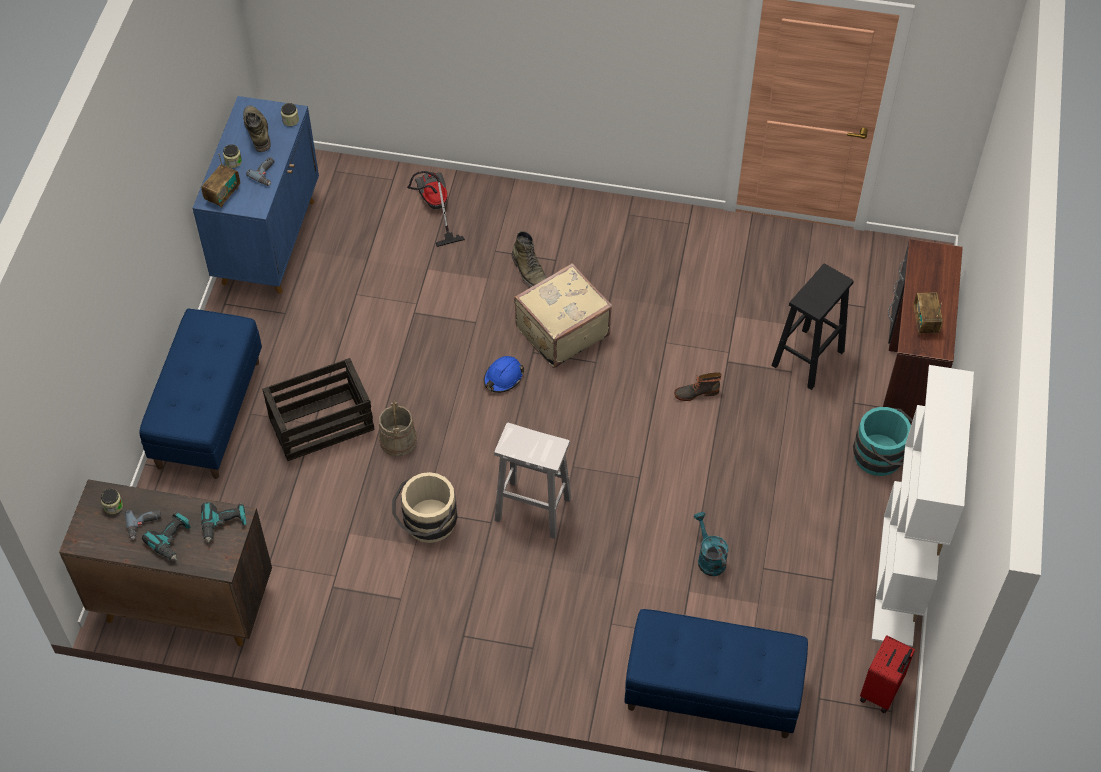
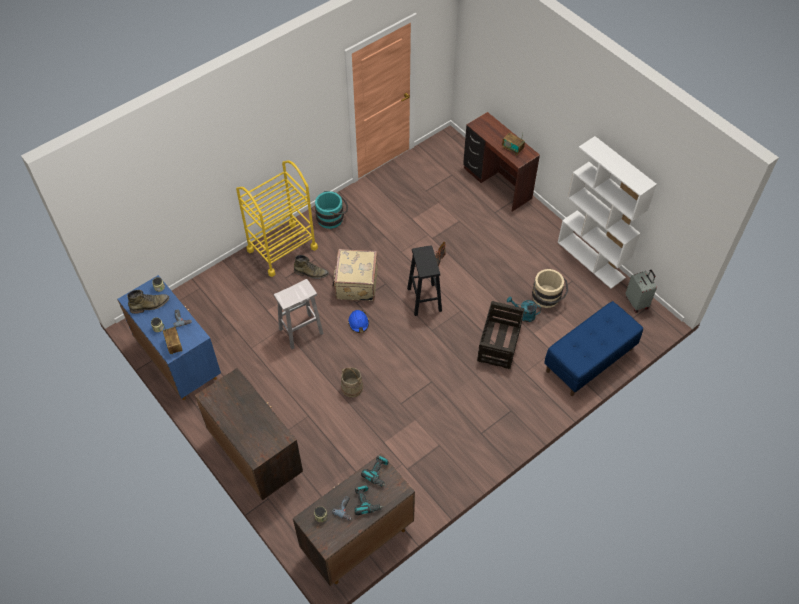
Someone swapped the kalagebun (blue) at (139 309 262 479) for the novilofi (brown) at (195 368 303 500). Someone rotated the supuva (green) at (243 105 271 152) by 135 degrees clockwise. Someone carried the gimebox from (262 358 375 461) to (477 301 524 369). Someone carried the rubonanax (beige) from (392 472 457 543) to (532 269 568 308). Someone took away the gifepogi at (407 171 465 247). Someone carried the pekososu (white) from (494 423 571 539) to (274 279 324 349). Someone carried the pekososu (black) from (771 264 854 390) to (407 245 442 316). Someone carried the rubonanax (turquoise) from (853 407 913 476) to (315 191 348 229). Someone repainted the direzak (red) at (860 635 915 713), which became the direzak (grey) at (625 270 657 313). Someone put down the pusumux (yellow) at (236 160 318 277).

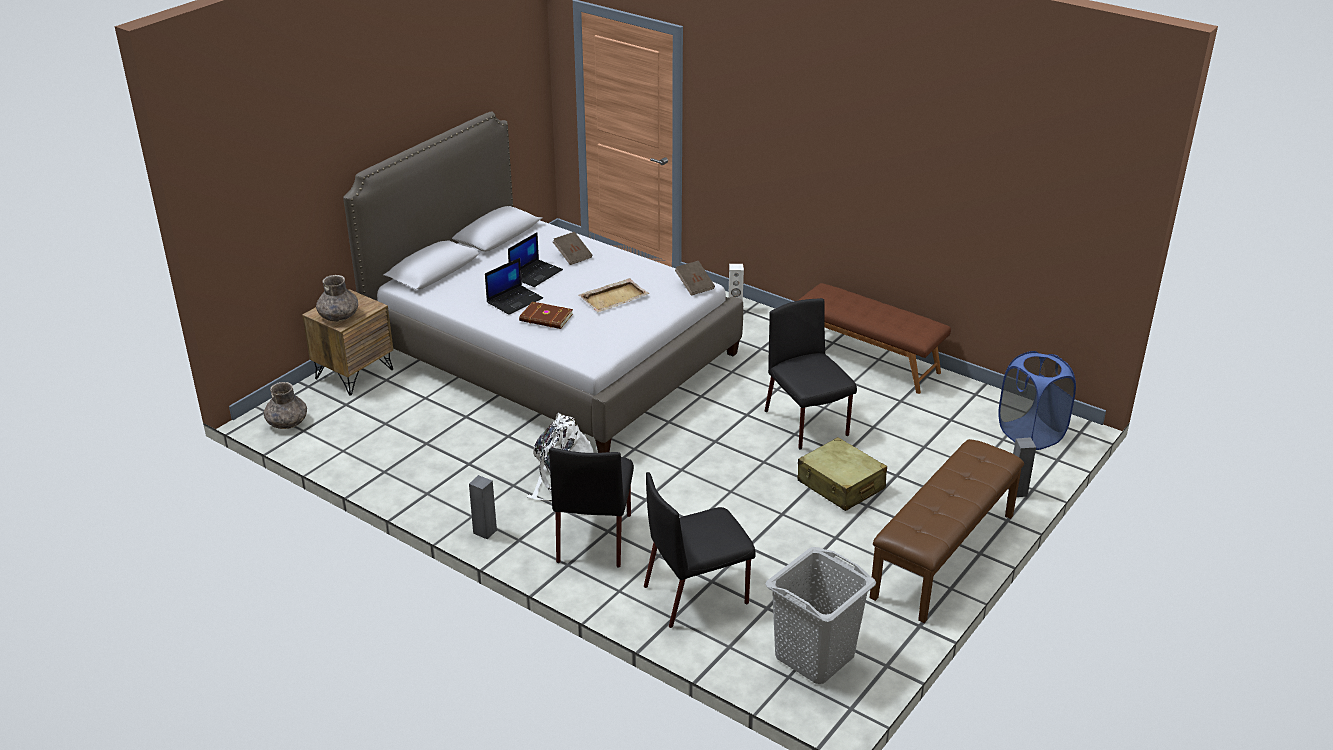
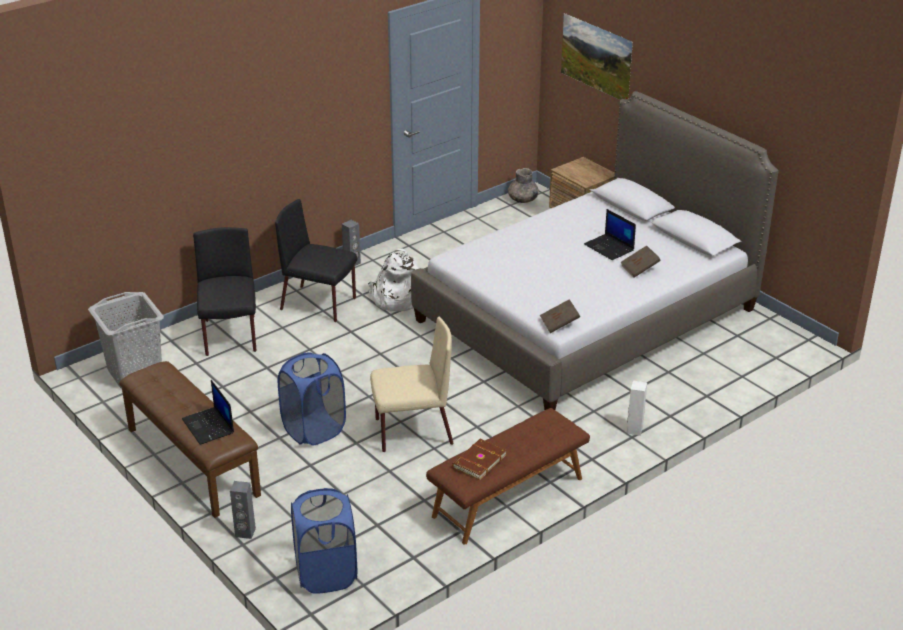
Someone took away the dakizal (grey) at (316 275 358 322). Someone carried the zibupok from (485 258 543 315) to (182 380 234 445). Someone carried the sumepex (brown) from (519 302 573 329) to (452 439 507 480). Someone took away the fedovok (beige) at (579 278 649 313). Someone repainted the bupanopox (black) at (765 298 857 450), which became the bupanopox (beige) at (370 317 454 452). Someone swapped the direzak (beige) at (798 437 887 511) for the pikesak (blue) at (278 352 346 445). Someone put up the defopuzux at (561 13 633 100).

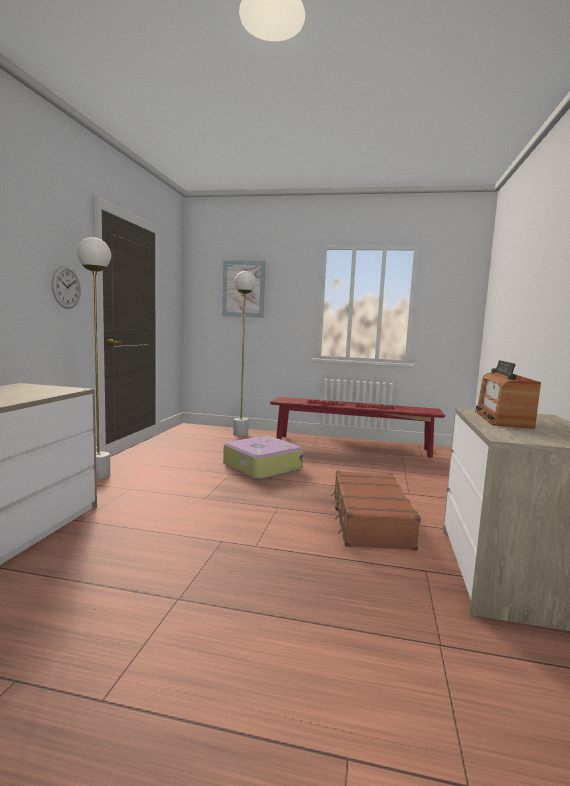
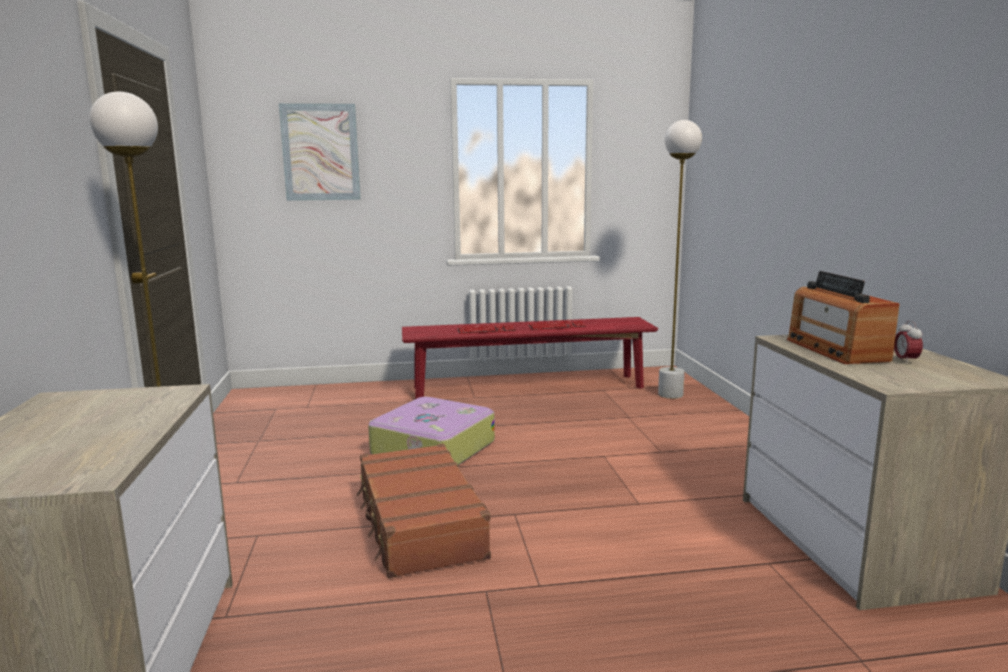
Someone took away the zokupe at (51 266 81 309). Someone carried the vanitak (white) from (233 271 256 436) to (658 120 702 399). Someone carried the direzak (brown) from (331 471 421 551) to (356 444 491 578). Someone put down the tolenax at (894 320 923 364).

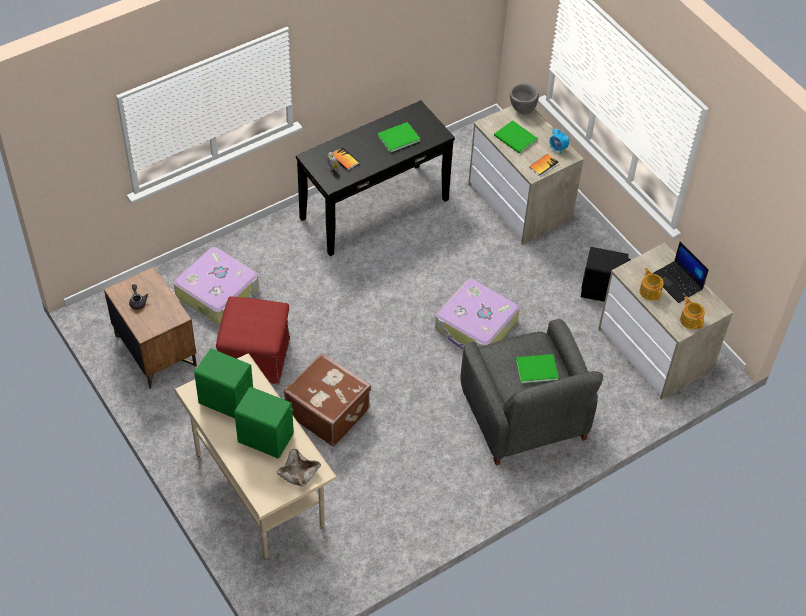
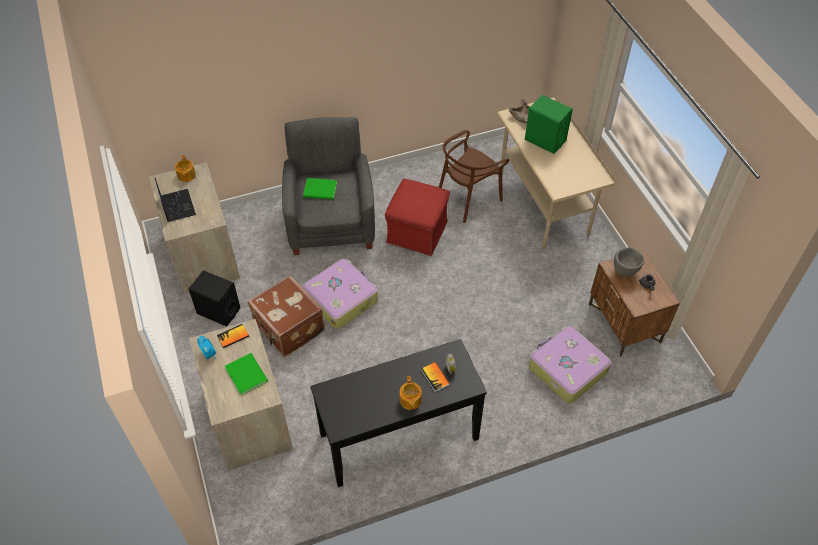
Someone took away the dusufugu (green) at (194 348 253 418). Someone carried the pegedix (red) from (216 296 290 384) to (385 179 450 256). Someone carried the direzak (brown) from (283 353 371 446) to (248 275 325 357). Someone took away the sumepex (green) at (377 122 420 153). Someone carried the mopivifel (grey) from (510 83 539 115) to (614 247 644 277). Someone carried the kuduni from (639 268 664 300) to (400 376 422 410). Someone put down the bupanopox (brown) at (439 130 509 223).

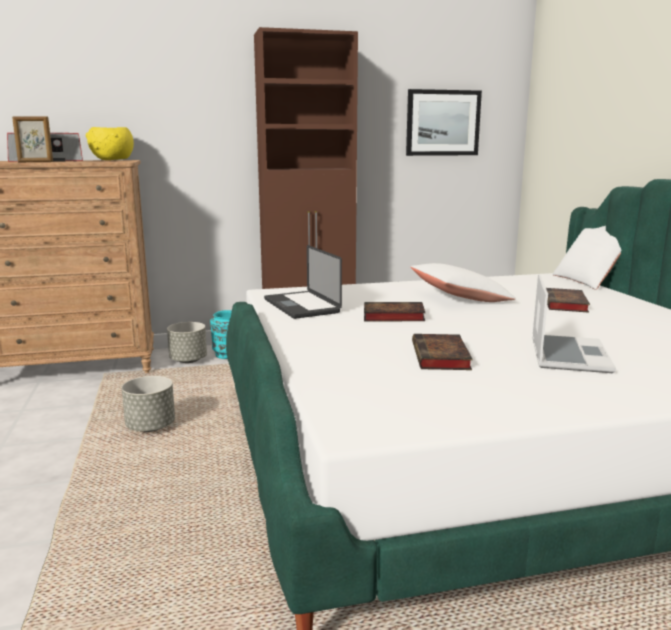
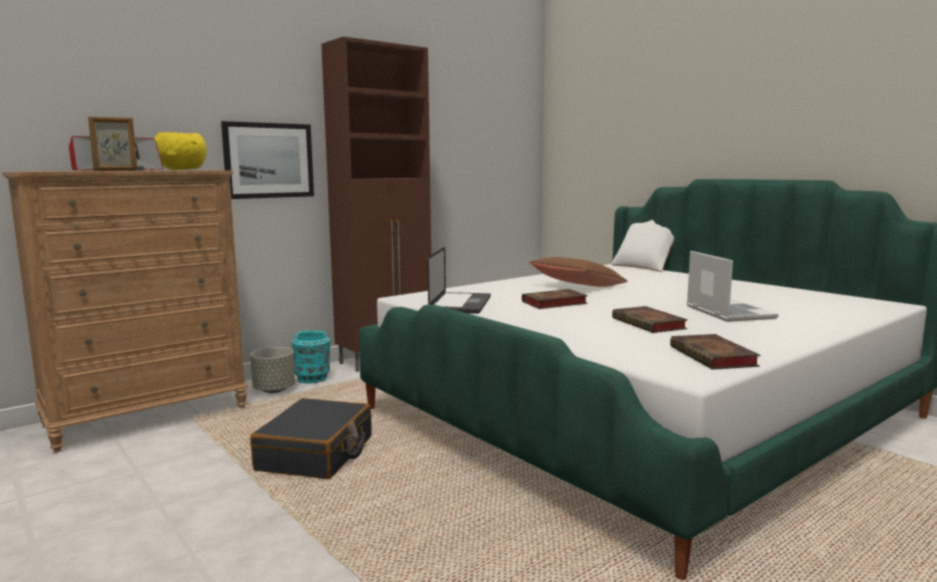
Someone swapped the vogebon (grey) at (122 376 175 432) for the direzak (black) at (250 398 372 479). Someone rotated the zibupok at (264 245 342 319) by 120 degrees counterclockwise. Someone carried the defopuzux from (406 89 482 156) to (221 121 314 199). Someone repainted the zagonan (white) at (411 263 516 302), which became the zagonan (brown) at (529 257 628 287). Someone carried the sumepex from (546 288 590 313) to (670 334 761 370).

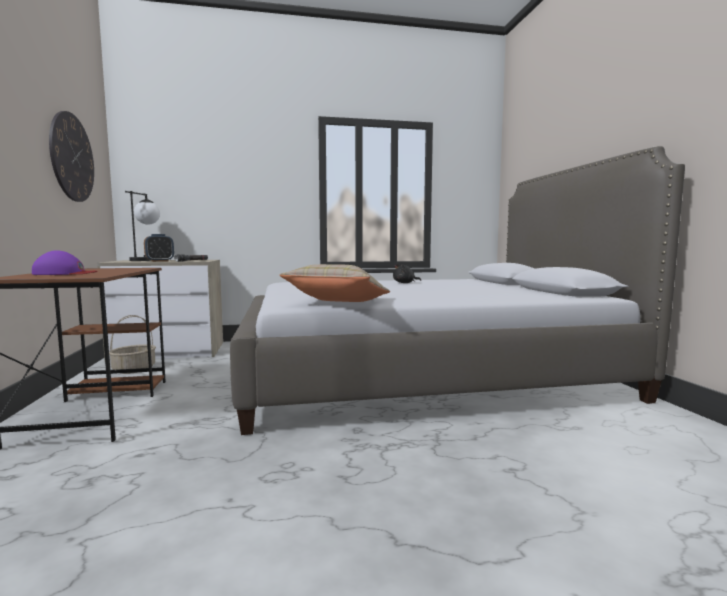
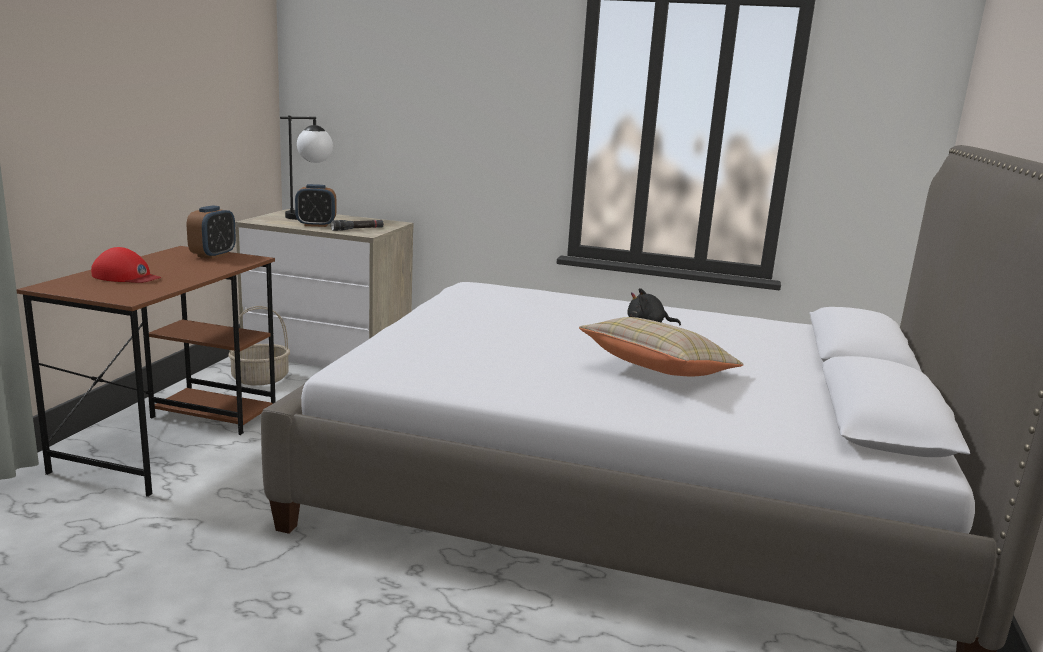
Someone repainted the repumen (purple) at (32 250 98 275), which became the repumen (red) at (91 247 161 283). Someone took away the zokupe at (49 111 94 202). Someone carried the zagonan (beige) from (280 264 390 302) to (579 317 744 376). Someone put down the tolenax at (187 205 236 259).

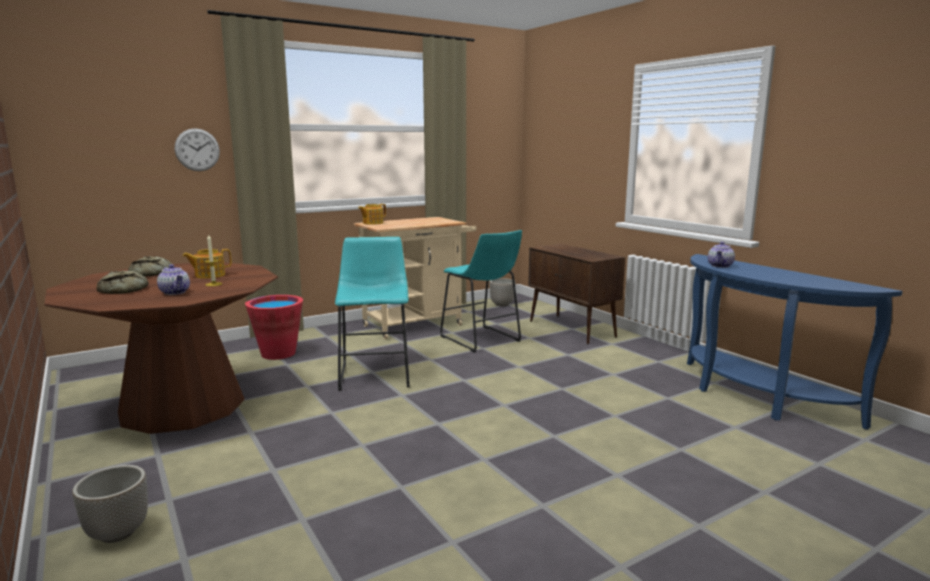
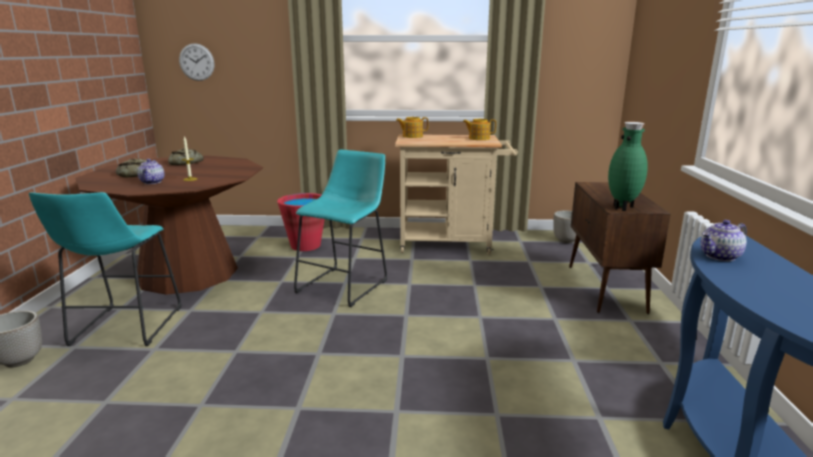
Someone carried the zokupe from (175 128 220 171) to (179 43 214 81). Someone carried the kuduni from (182 249 231 279) to (463 119 496 140). Someone carried the pekososu (turquoise) from (440 230 522 353) to (29 192 182 346). Someone put down the dakizal (green) at (608 122 648 211).

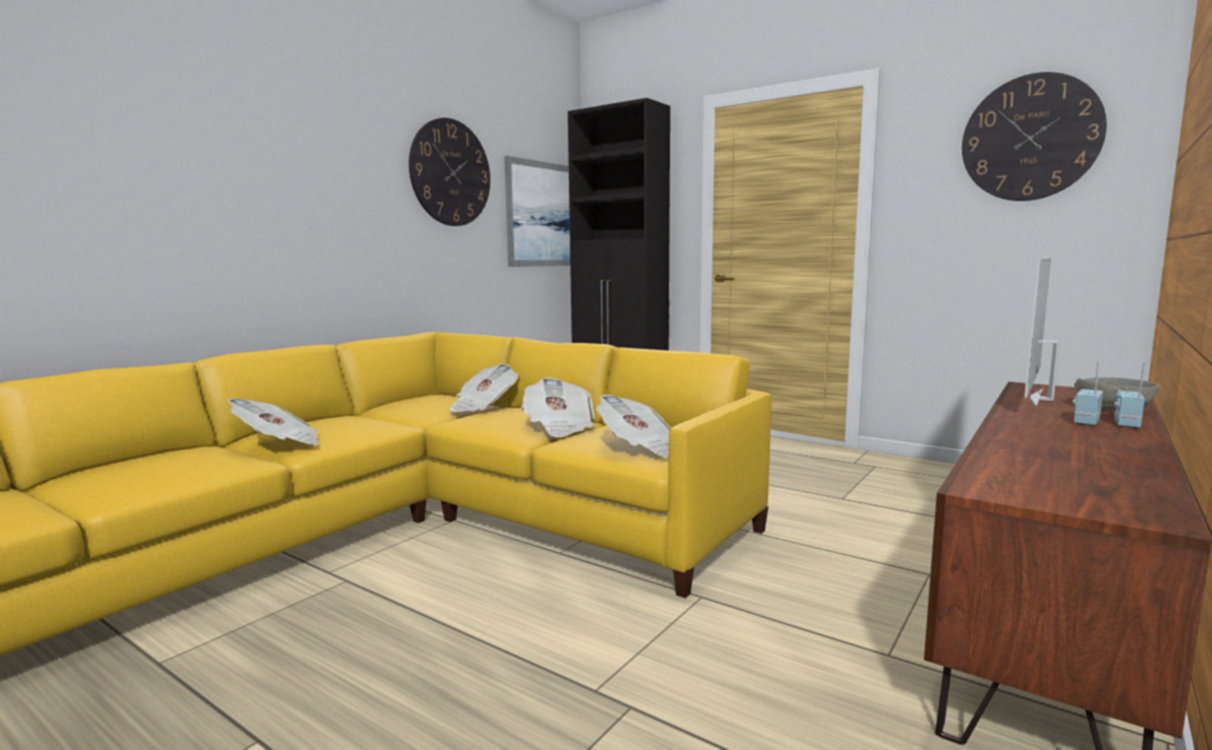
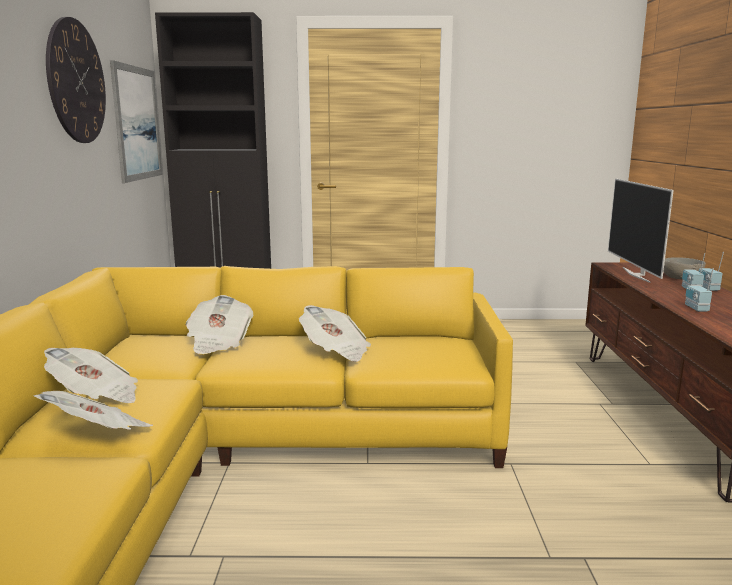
Someone carried the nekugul from (596 395 671 458) to (44 348 138 403). Someone took away the zokupe at (962 72 1107 201). Someone put down the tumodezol at (685 268 714 312).

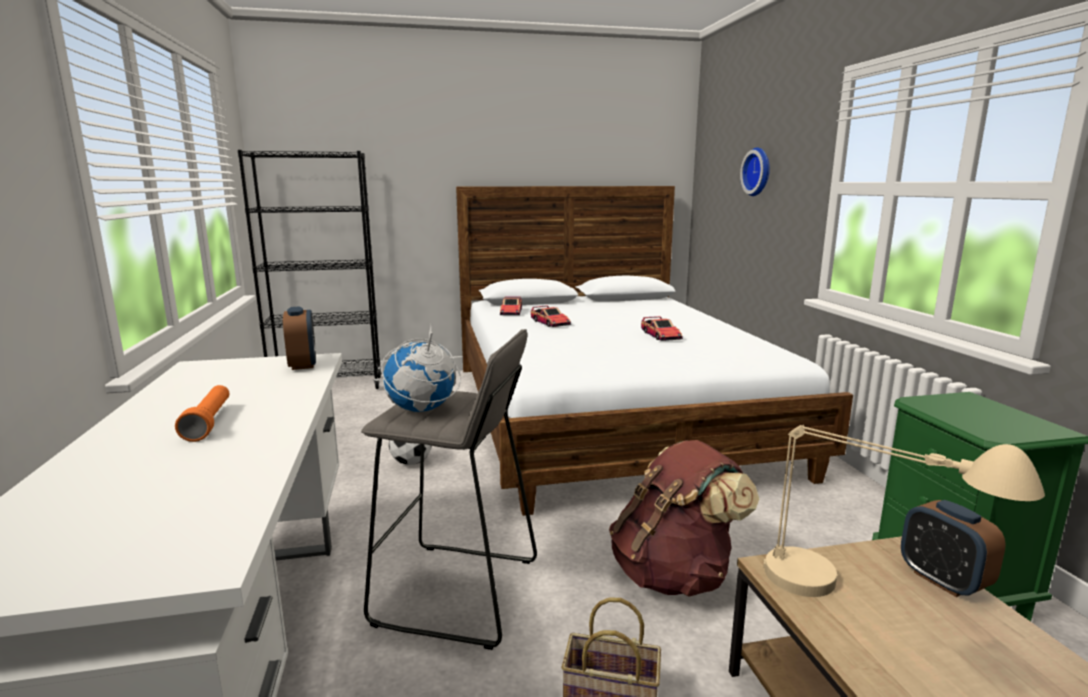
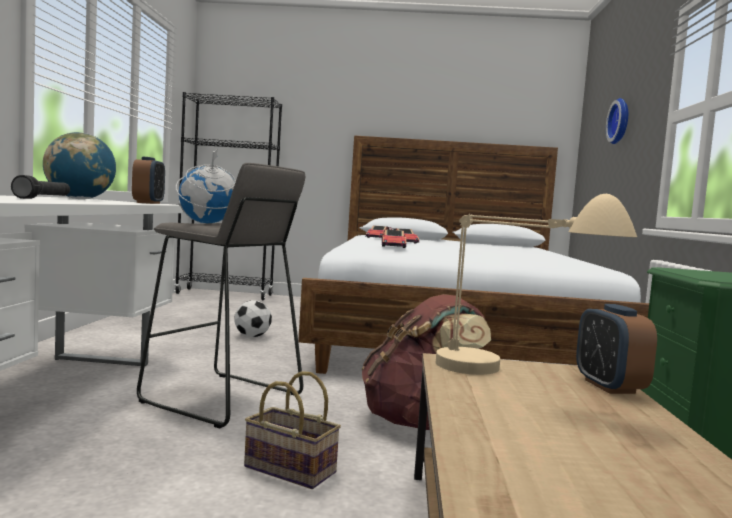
Someone repainted the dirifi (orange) at (175 385 229 442), which became the dirifi (black) at (11 175 70 199). Someone carried the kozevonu from (641 316 683 341) to (382 229 407 248). Someone put down the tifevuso at (43 132 116 199).

